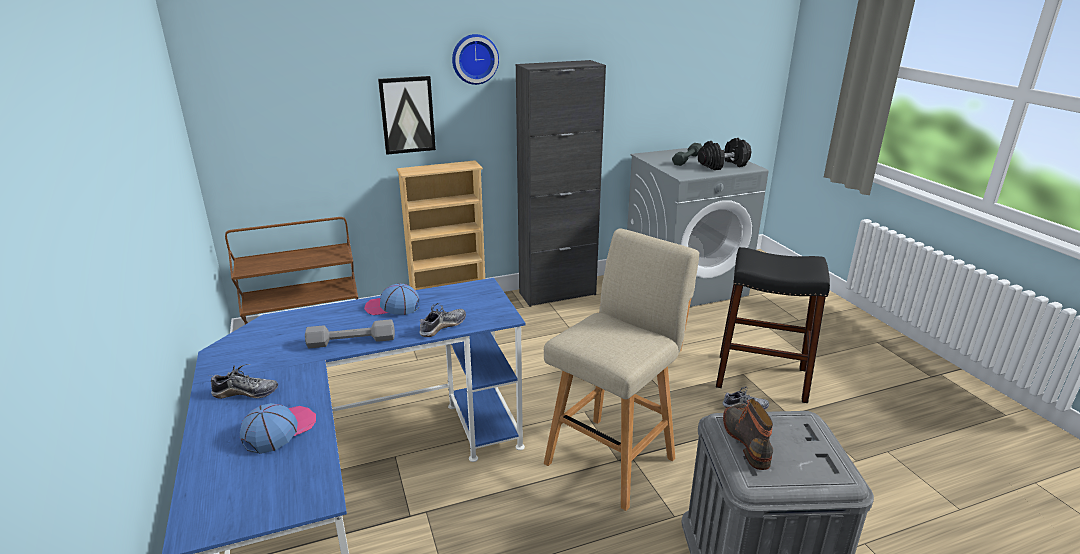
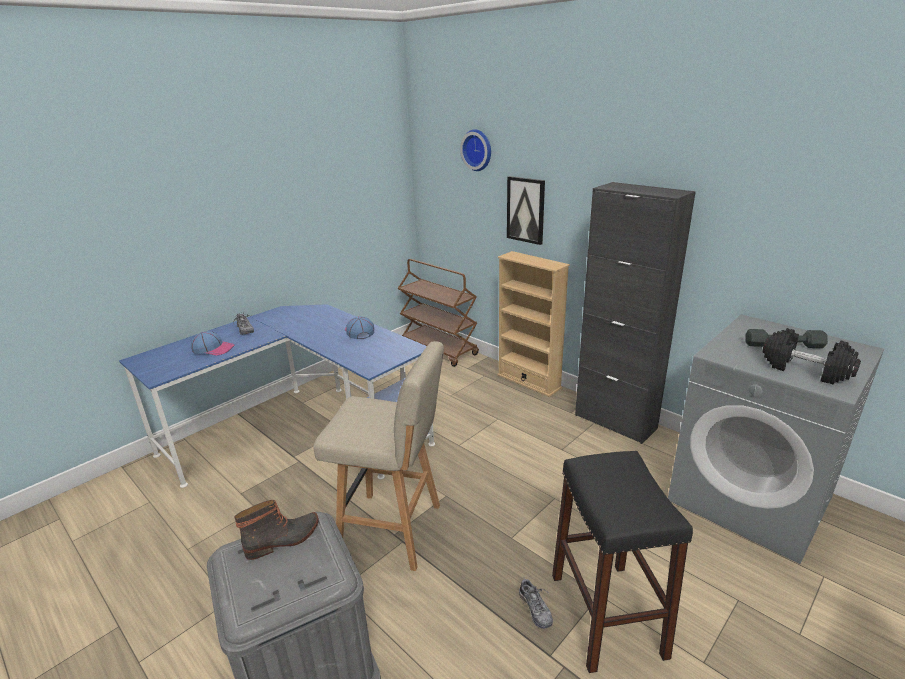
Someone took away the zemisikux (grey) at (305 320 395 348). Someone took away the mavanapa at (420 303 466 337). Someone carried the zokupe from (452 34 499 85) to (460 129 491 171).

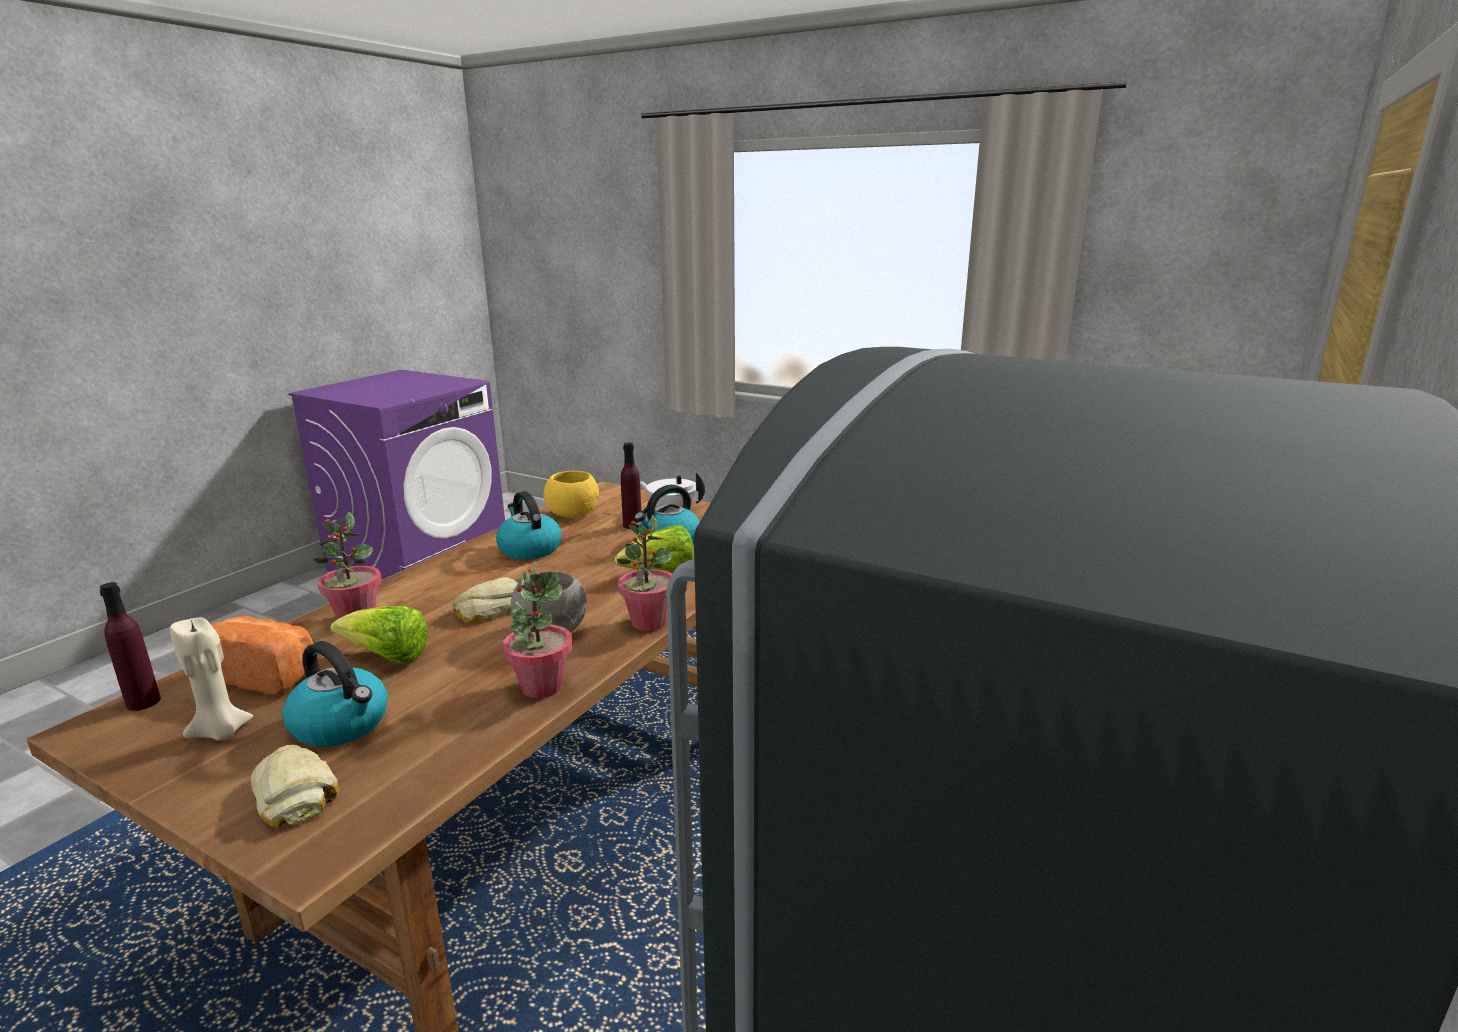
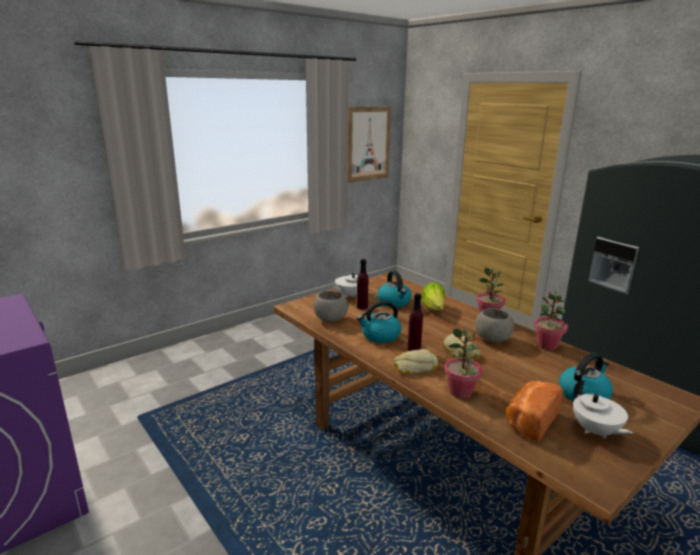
Someone carried the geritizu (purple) from (99 582 161 711) to (408 293 423 351). Someone swapped the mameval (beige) at (170 617 253 741) for the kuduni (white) at (573 380 633 439). Someone carried the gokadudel from (251 745 339 827) to (393 349 438 374). Someone took away the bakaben at (330 606 428 664). Someone repainted the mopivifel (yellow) at (543 471 599 517), which became the mopivifel (grey) at (313 291 348 322). Someone put up the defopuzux at (348 107 391 183).

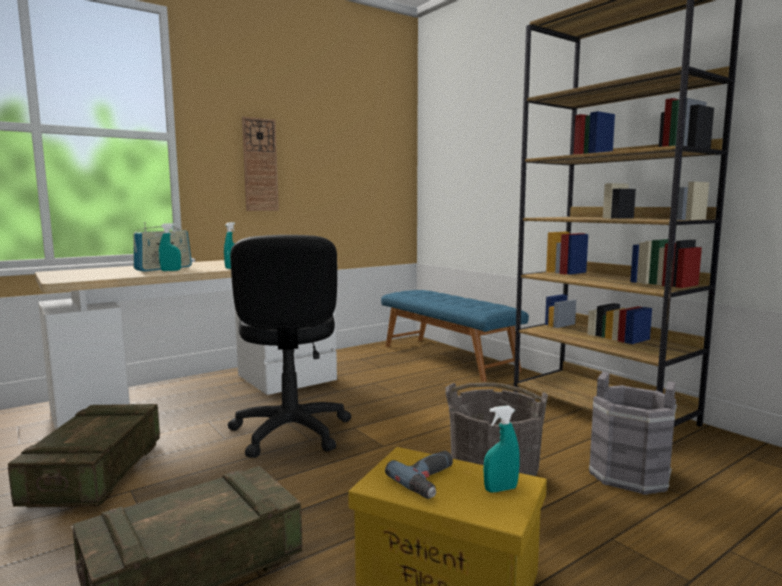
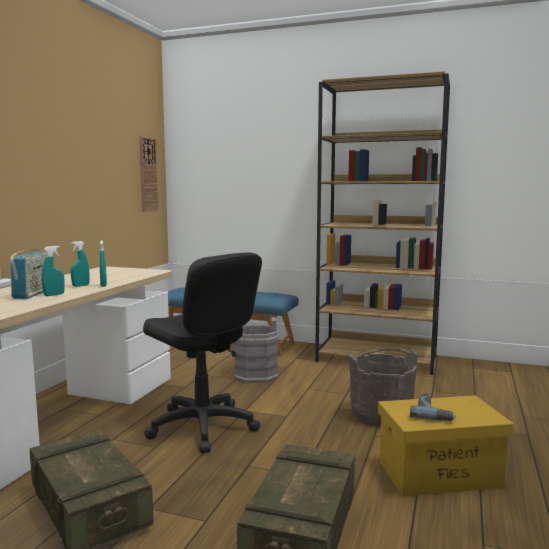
Someone carried the zokupe from (242 117 279 211) to (139 136 159 212). Someone carried the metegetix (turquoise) from (483 405 520 492) to (71 241 89 287). Someone carried the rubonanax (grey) from (589 372 677 495) to (235 317 278 383).

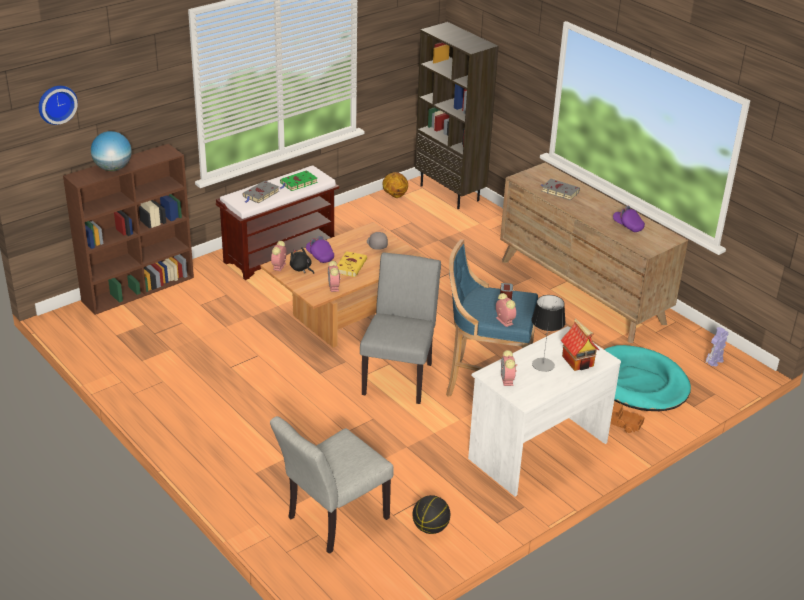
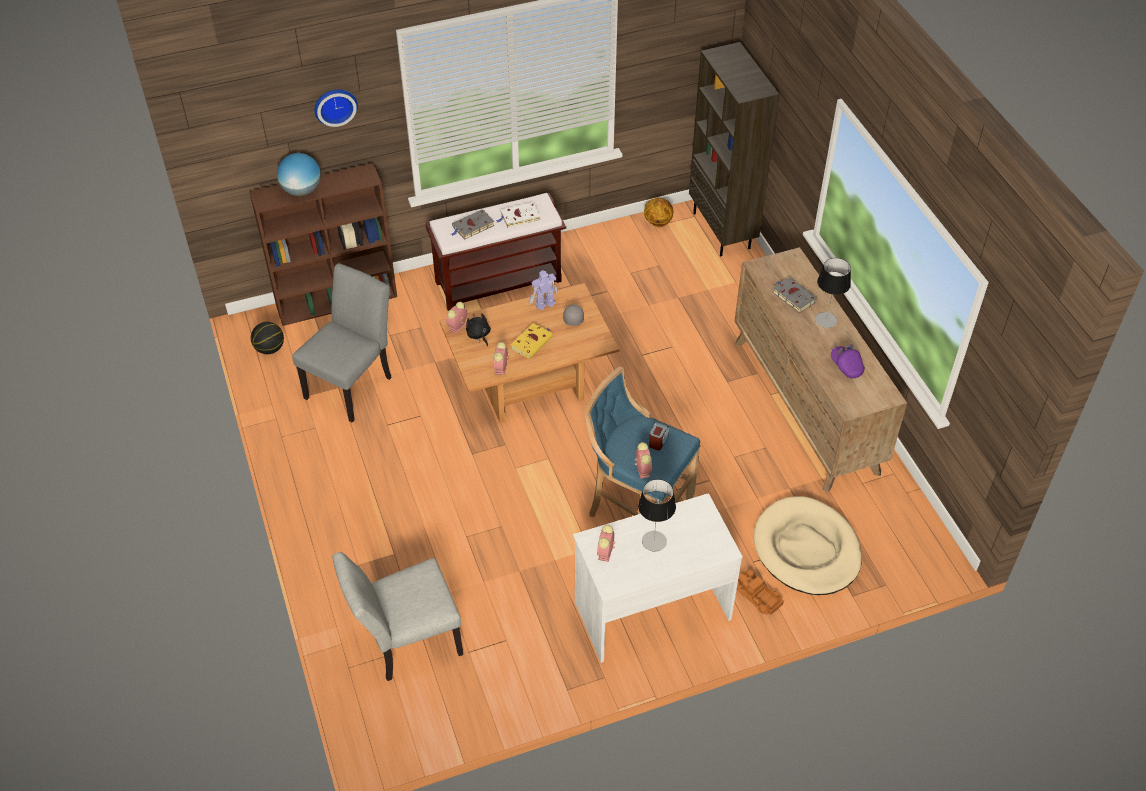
Someone carried the zokupe from (39 86 78 125) to (314 89 358 127). Someone repainted the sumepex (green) at (280 170 318 191), which became the sumepex (white) at (496 202 540 228). Someone took away the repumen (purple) at (306 236 334 263). Someone carried the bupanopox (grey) from (360 253 441 404) to (292 263 392 422). Someone carried the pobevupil from (413 495 450 534) to (251 322 284 354). Someone took away the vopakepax at (561 319 599 371). Someone repainted the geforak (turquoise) at (604 345 691 411), which became the geforak (beige) at (754 496 862 595). Someone carried the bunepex from (705 327 729 367) to (529 270 558 310). Someone put down the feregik at (815 258 851 328).

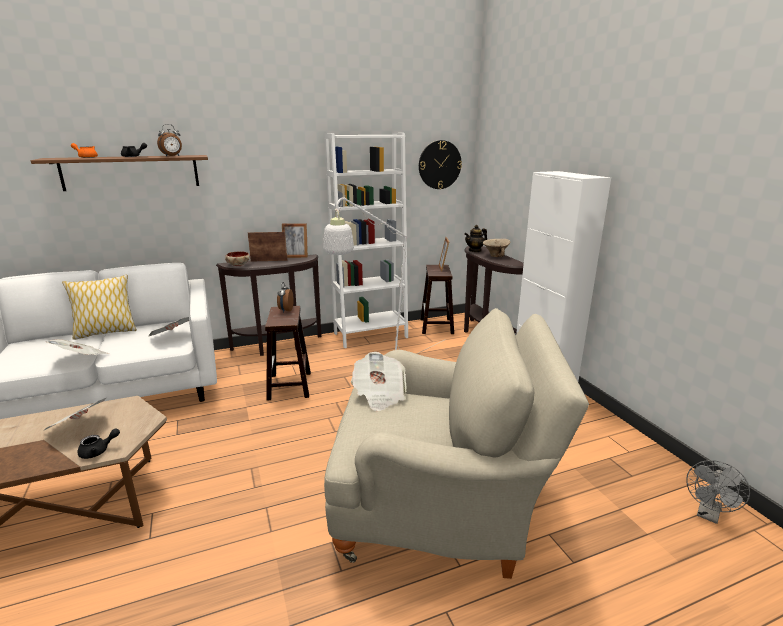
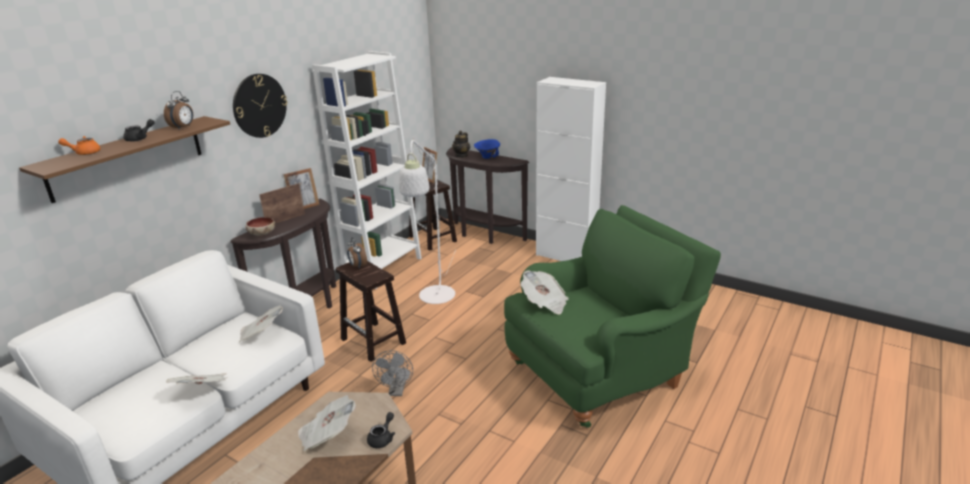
Someone took away the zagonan at (62 275 137 340). Someone repainted the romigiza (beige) at (324 308 589 579), which became the romigiza (green) at (504 205 721 428). Someone carried the zokupe from (419 140 462 189) to (233 74 287 138). Someone repainted the mopivifel (beige) at (483 239 511 257), which became the mopivifel (blue) at (474 139 500 159). Someone carried the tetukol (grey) from (686 460 750 524) to (372 350 413 396).

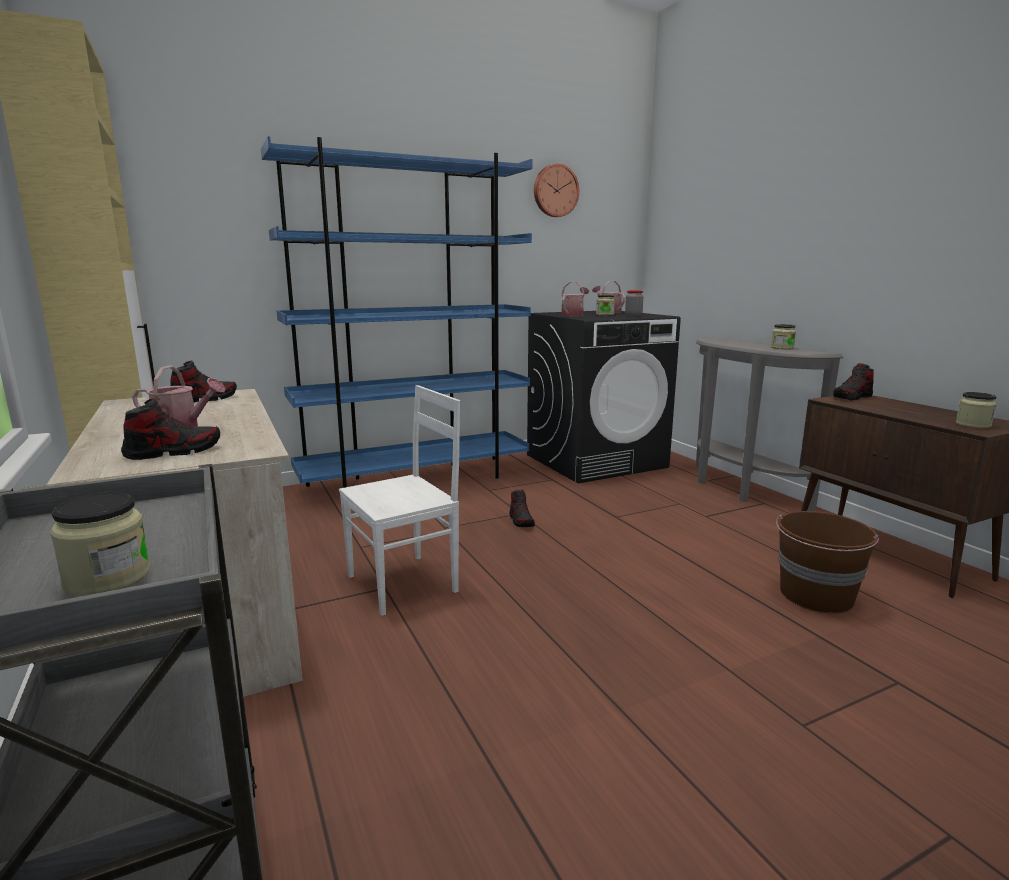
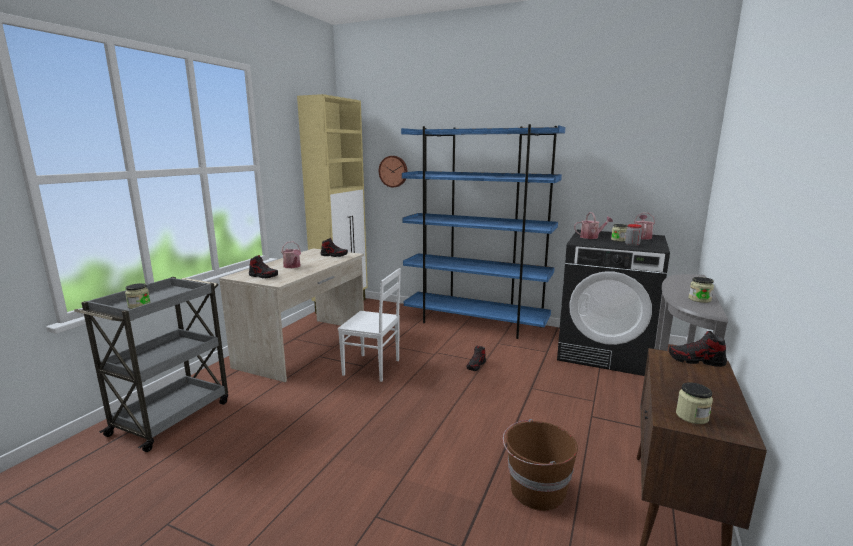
Someone carried the zokupe from (534 164 579 217) to (379 156 408 187).

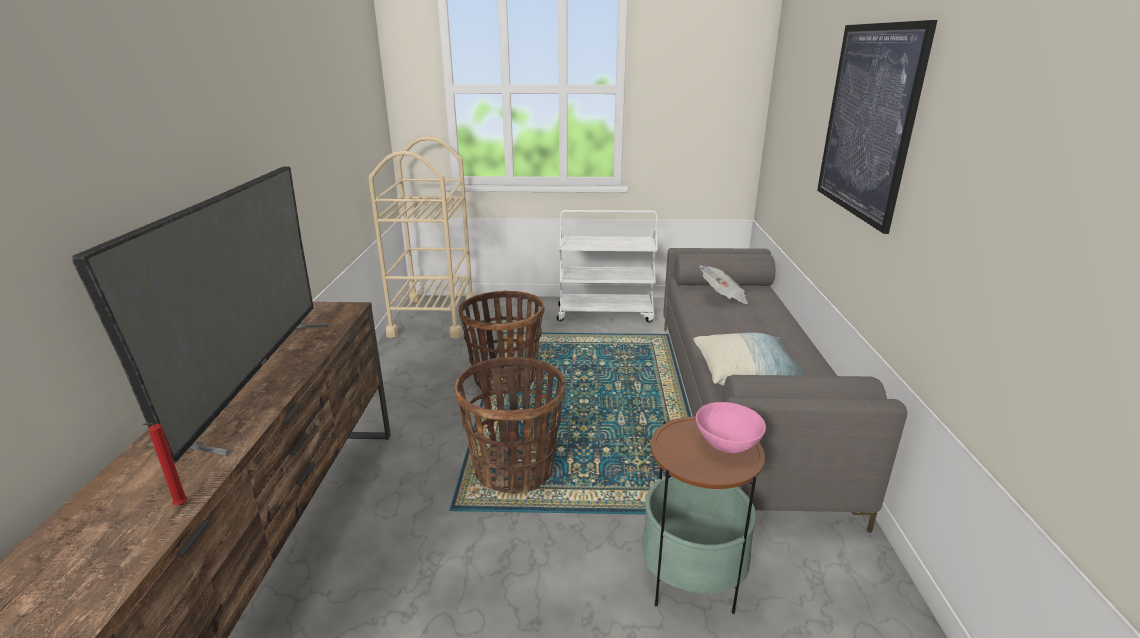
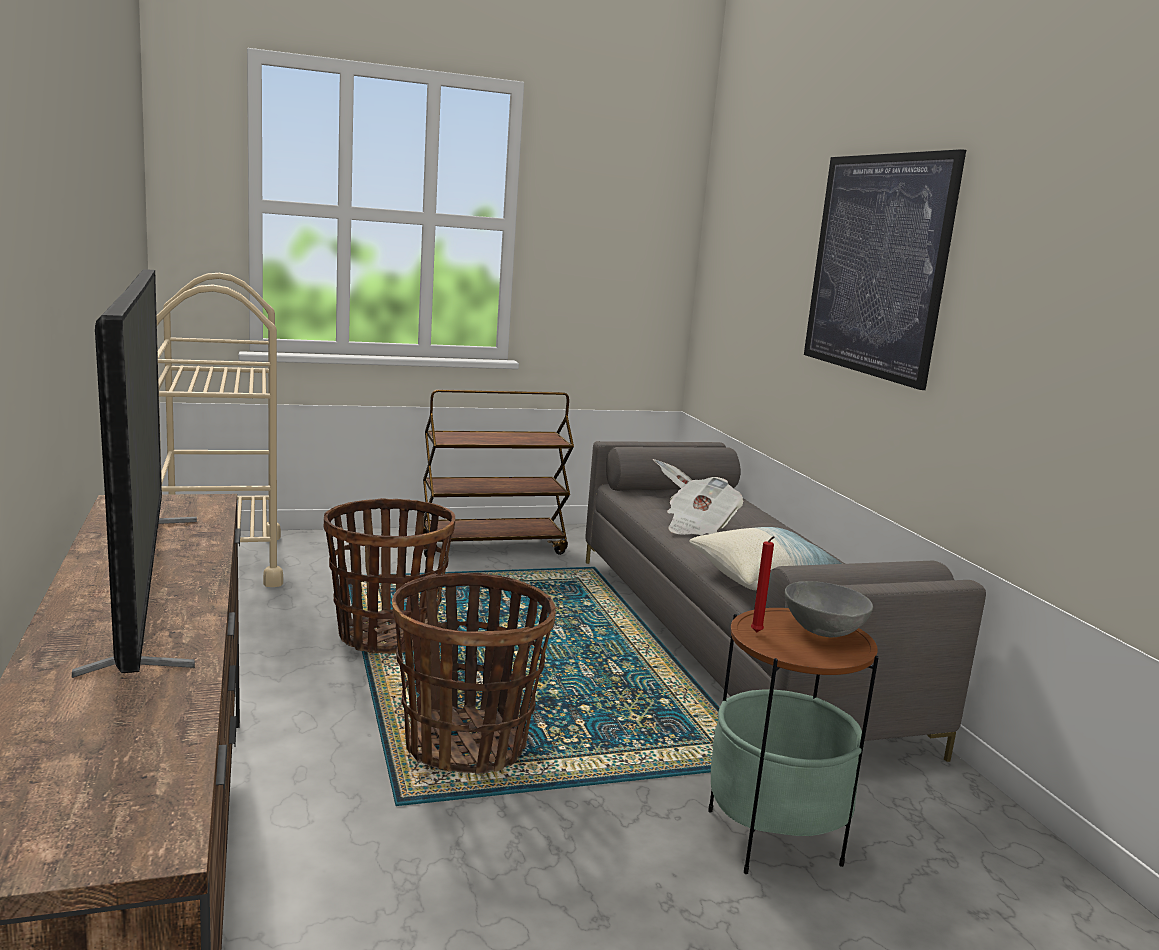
Someone carried the mameval (red) from (142 423 187 505) to (751 536 774 632). Someone repainted the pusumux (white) at (557 210 658 323), which became the pusumux (brown) at (423 389 574 557). Someone repainted the mopivifel (pink) at (696 402 766 453), which became the mopivifel (grey) at (785 581 873 637). Someone put down the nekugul at (667 477 743 535).

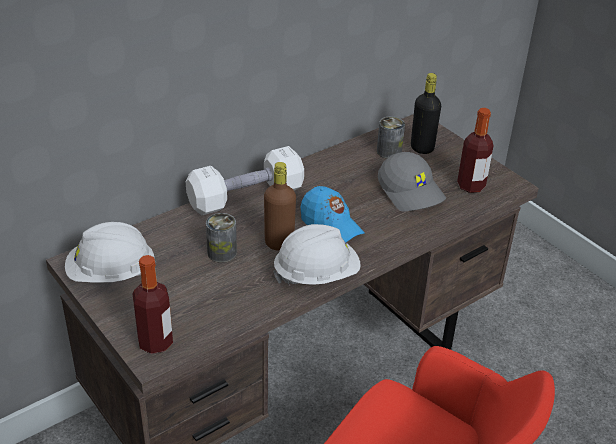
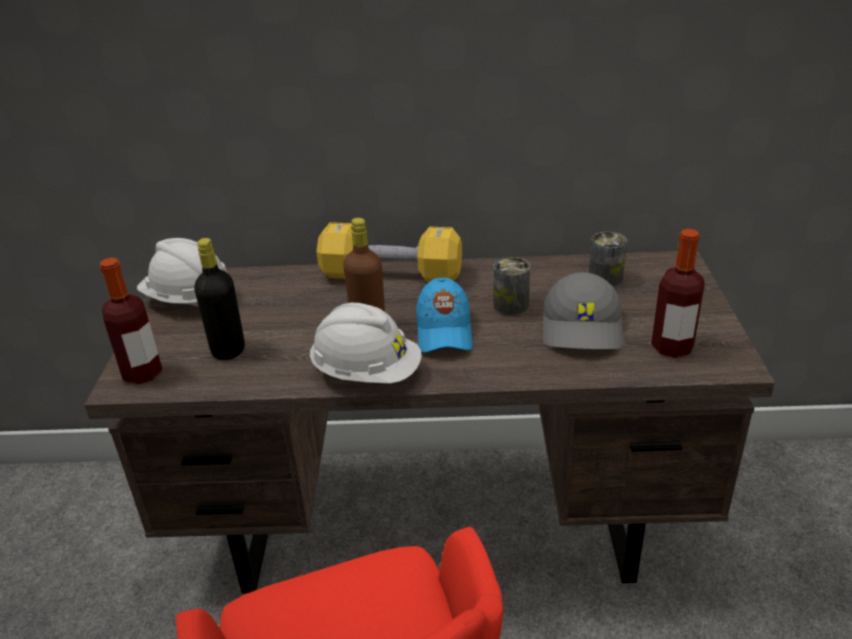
Someone repainted the zemisikux (white) at (186 146 304 215), which became the zemisikux (yellow) at (316 222 462 283). Someone carried the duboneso from (206 213 237 263) to (494 257 530 317). Someone carried the geritizu (black) from (411 73 441 154) to (194 238 245 360).

